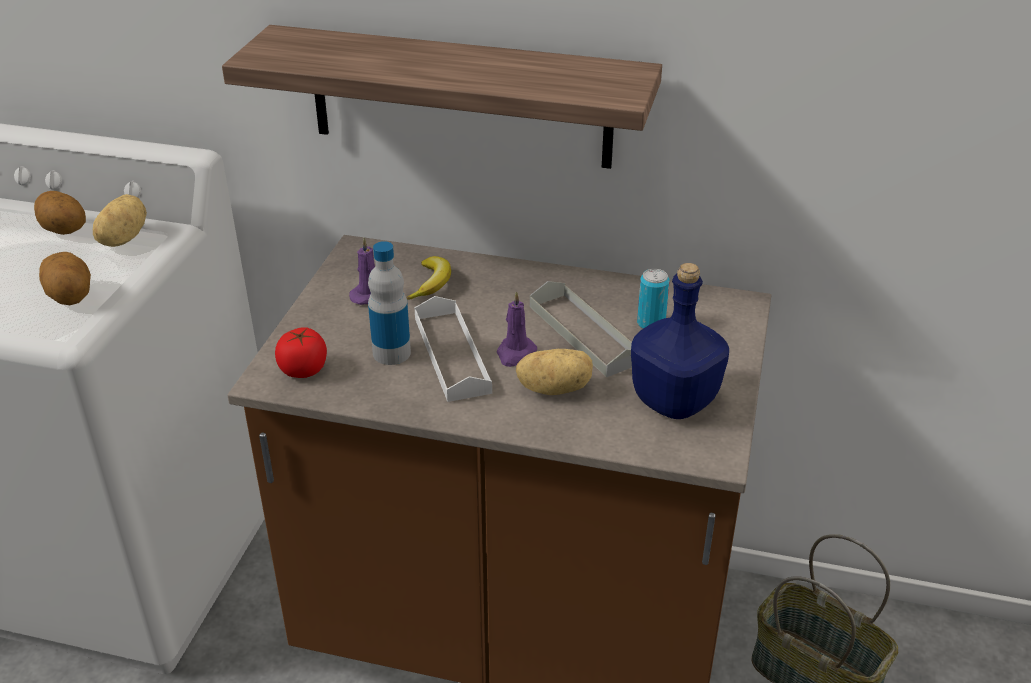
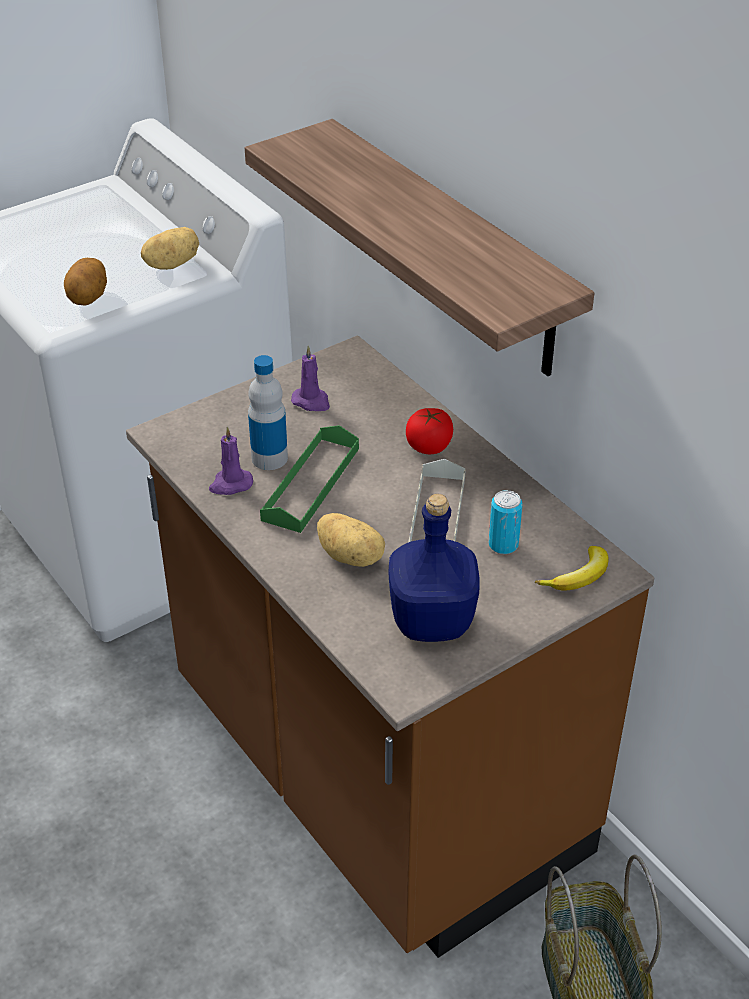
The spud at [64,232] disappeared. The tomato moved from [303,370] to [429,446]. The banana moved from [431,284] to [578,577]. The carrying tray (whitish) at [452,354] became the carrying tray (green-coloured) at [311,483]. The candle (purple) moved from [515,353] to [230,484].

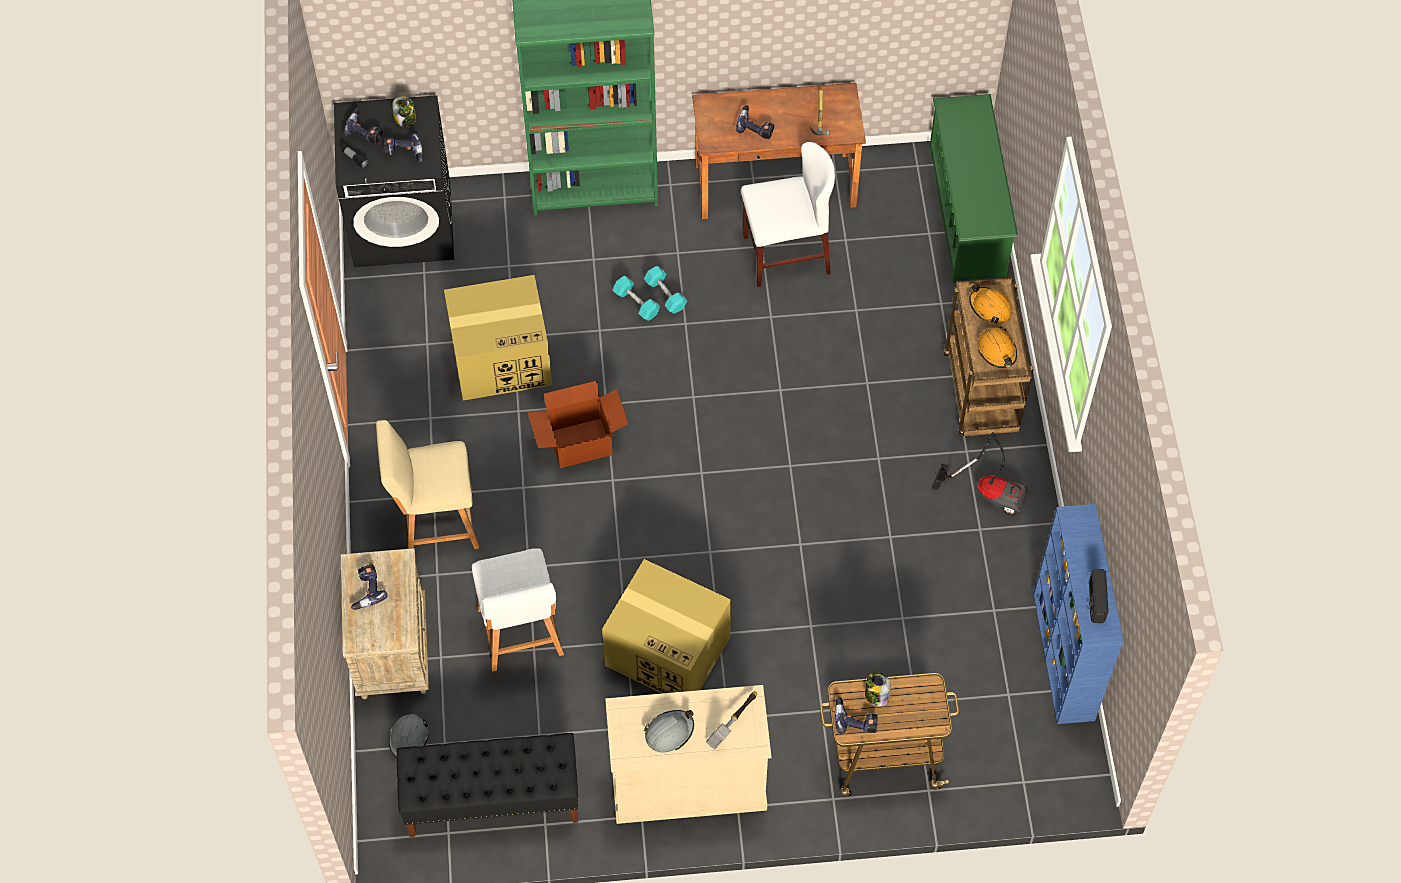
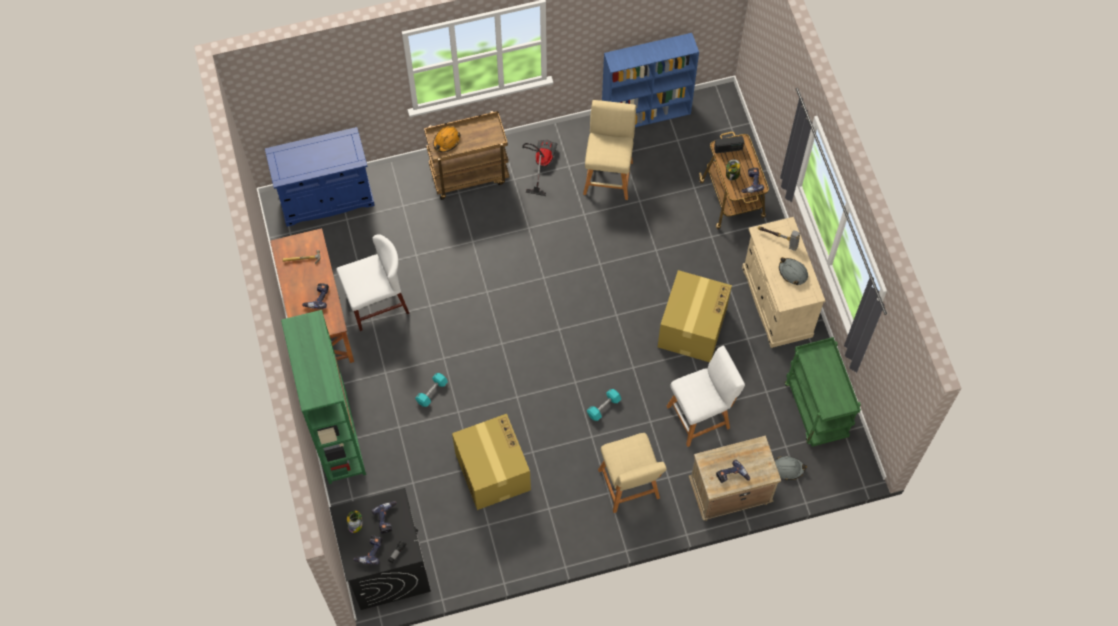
The indoor bench (black-coloured) at [491,801] was replaced by the wheeled cart (green-coloured) at [816,410]. The packing box at [580,444] disappeared. The free weight (blue-green) moved from [665,295] to [603,407]. The upright chair (whitish) at [786,254] turned 90 degrees clockwise. The shoe shelf (green-coloured) at [967,212] was replaced by the cabinet (blue) at [326,198]. The safety helmet (orange-coloured) at [997,351] disappeared. The radio moved from [1096,601] to [728,149]. The stool seat (sand-coloured) at [608,175] appeared.

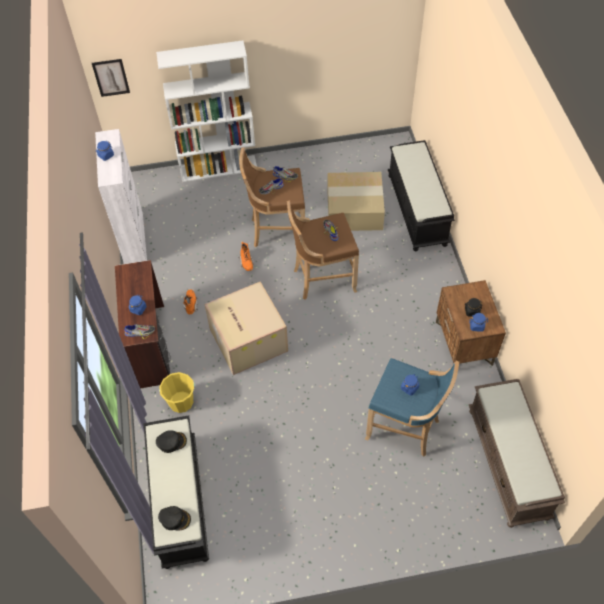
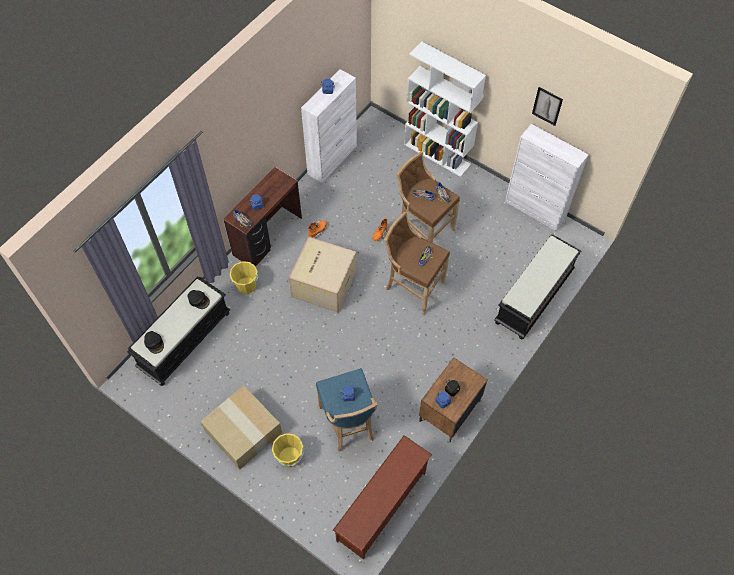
The wall picture moved from [111,77] to [547,106]. The packing box moved from [355,209] to [244,431]. The indoor bench (brown) at [509,463] was replaced by the shoe shelf (brown) at [382,507]. The water bucket (yellow) at [289,457] appeared. The cabinet (whitish) at [535,210] appeared.

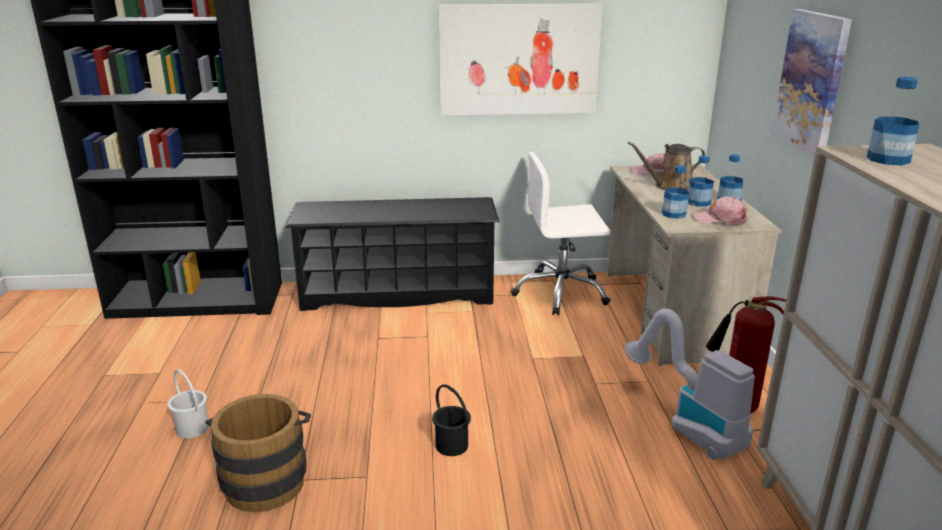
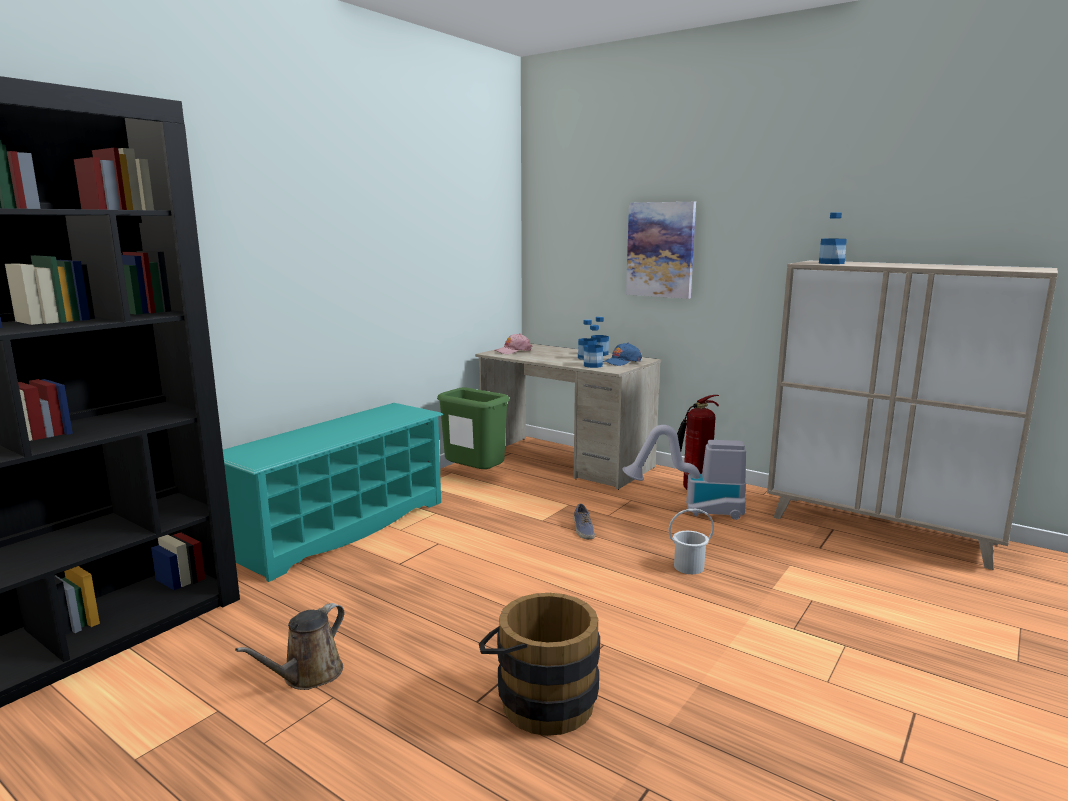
The water bucket (whitish) moved from [193,428] to [688,567]. The shoe shelf (black-coloured) at [398,293] became the shoe shelf (blue-green) at [342,528]. The water bucket (black-coloured) at [451,446] disappeared. The wall picture at [518,59] disappeared. The office chair (whitish) at [560,293] was replaced by the trash can (green-coloured) at [474,477]. The watering pot (brown) moved from [670,186] to [308,675]. The baseball cap (pink) at [719,219] became the baseball cap (blue) at [621,362]. The item of footwear at [583,530] appeared.

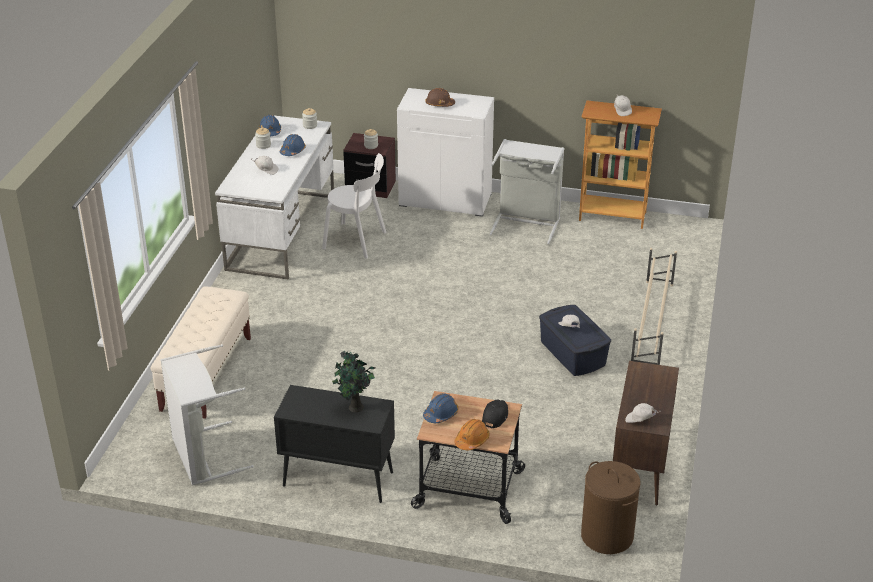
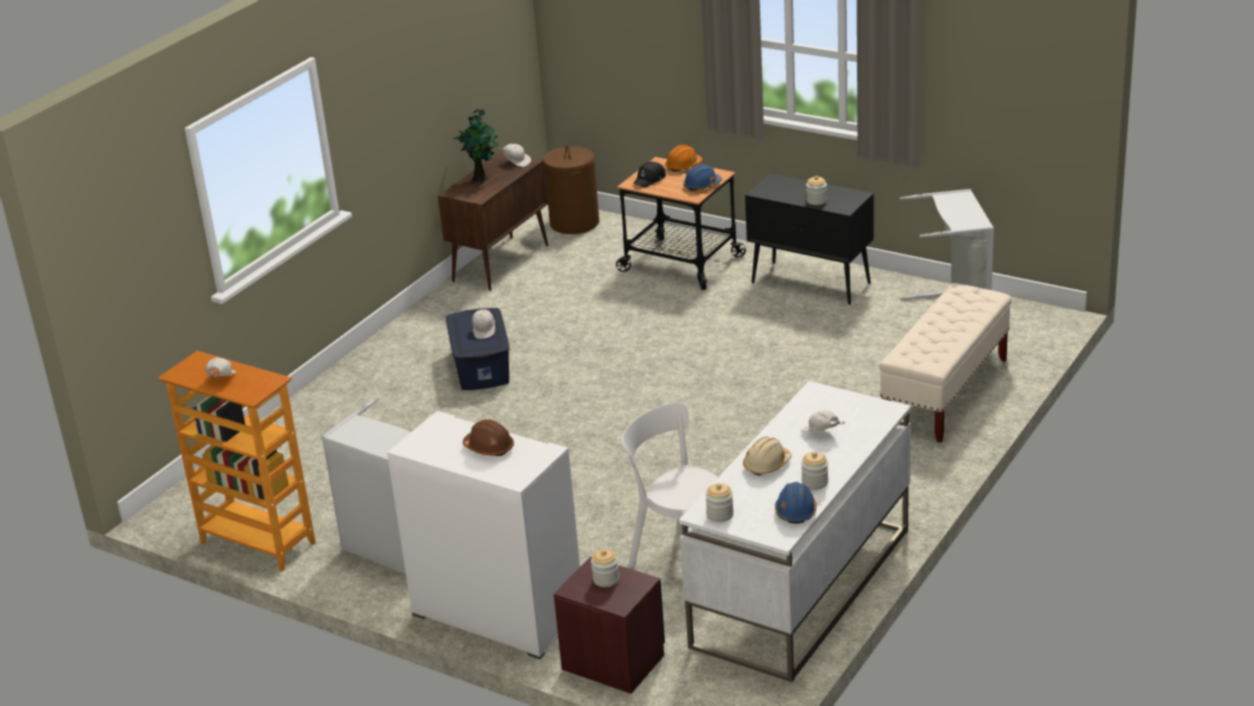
The safety helmet (blue) at [292,151] became the safety helmet (sand-coloured) at [767,465]. The plant in a pot moved from [355,408] to [481,178]. The shoe shelf (sand-coloured) at [652,323] disappeared. The jar at [816,201] appeared.

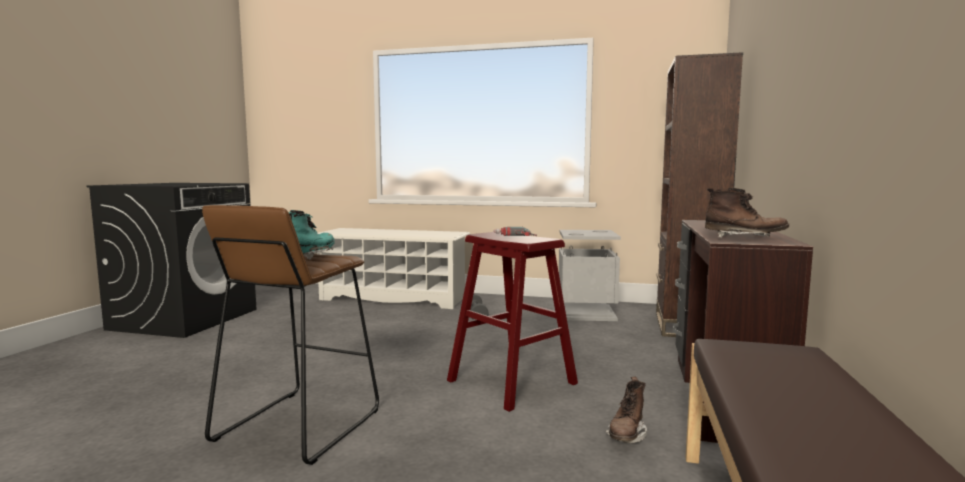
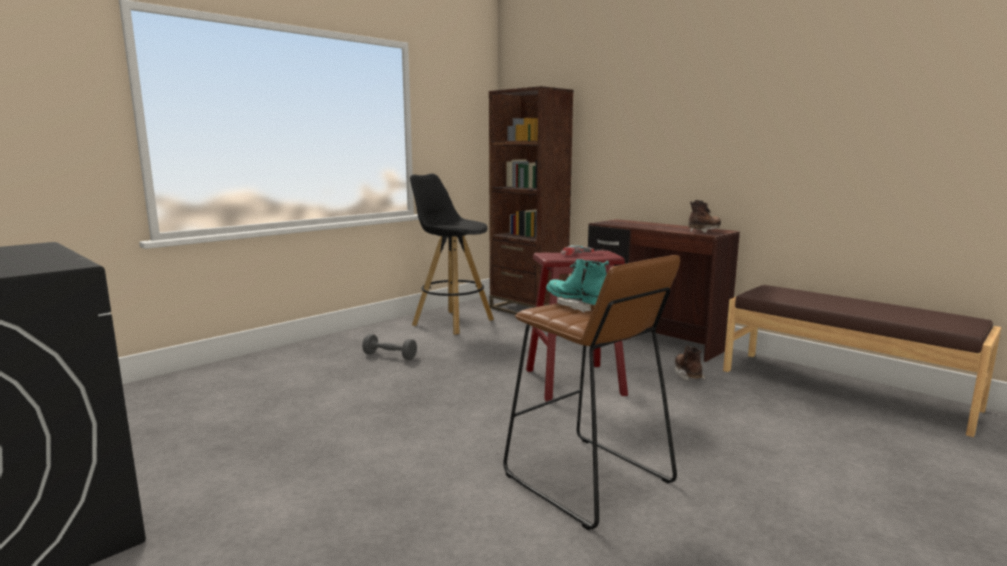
The shoe shelf (whitish) at [394,298] disappeared. The trash can (greyish) at [586,313] was replaced by the stool seat (black-coloured) at [452,322]. The boot (brown) at [626,435] turned 150 degrees counterclockwise.

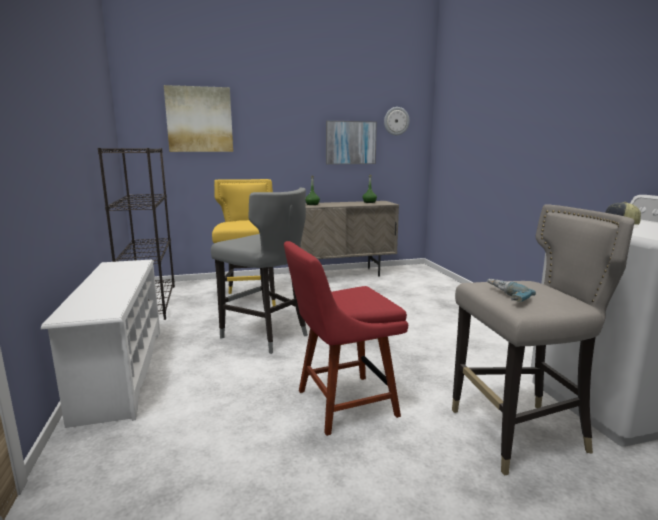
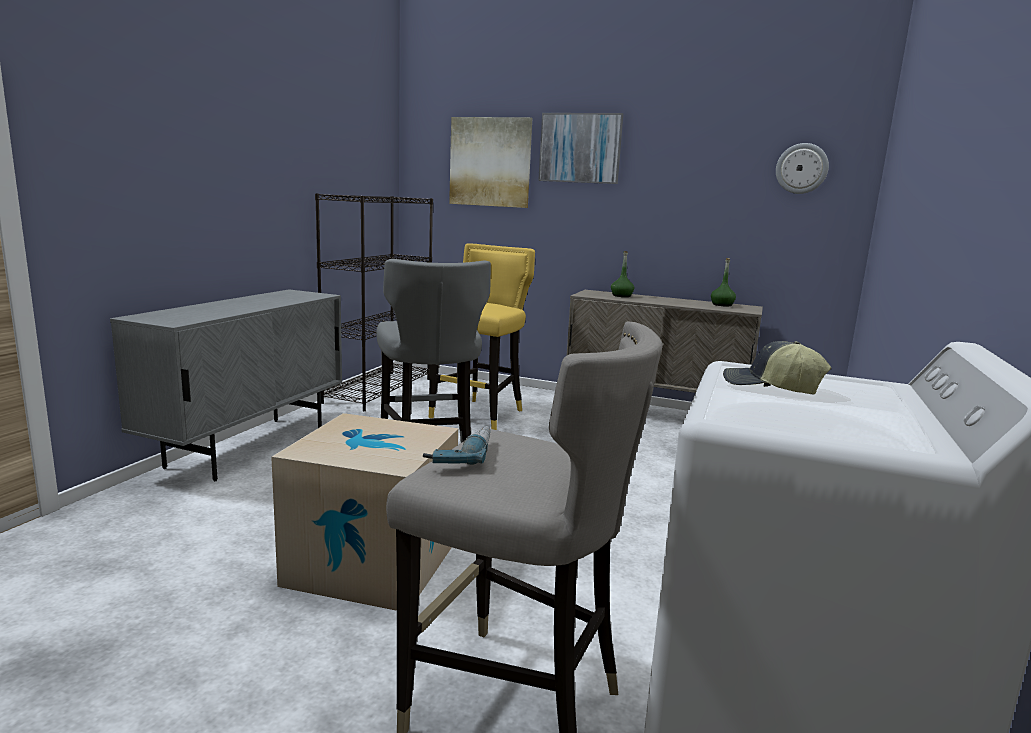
The shoe shelf (whitish) at [120,370] was replaced by the cabinet (greyish) at [249,447]. The upright chair (red) at [341,404] was replaced by the packing box at [372,563]. The wall picture moved from [350,142] to [580,148].

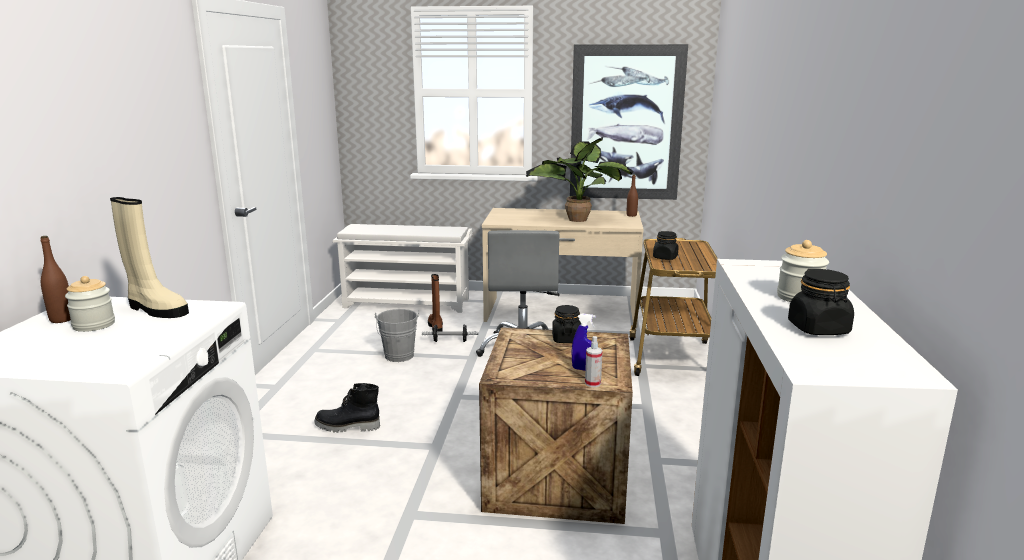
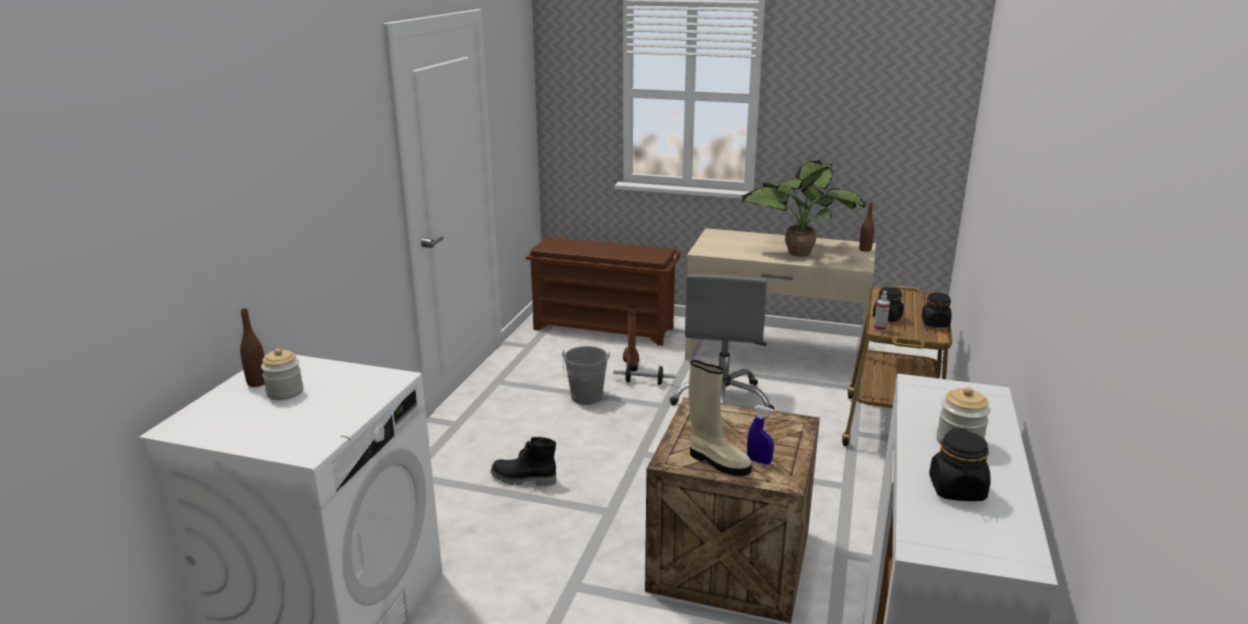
The boot (sand-coloured) moved from [156,310] to [717,461]. The shoe shelf (whitish) at [408,303] became the shoe shelf (brown) at [605,328]. The jar (black-coloured) moved from [566,339] to [935,323]. The wall picture at [626,123] disappeared. The hand sprayer moved from [592,383] to [880,328].

